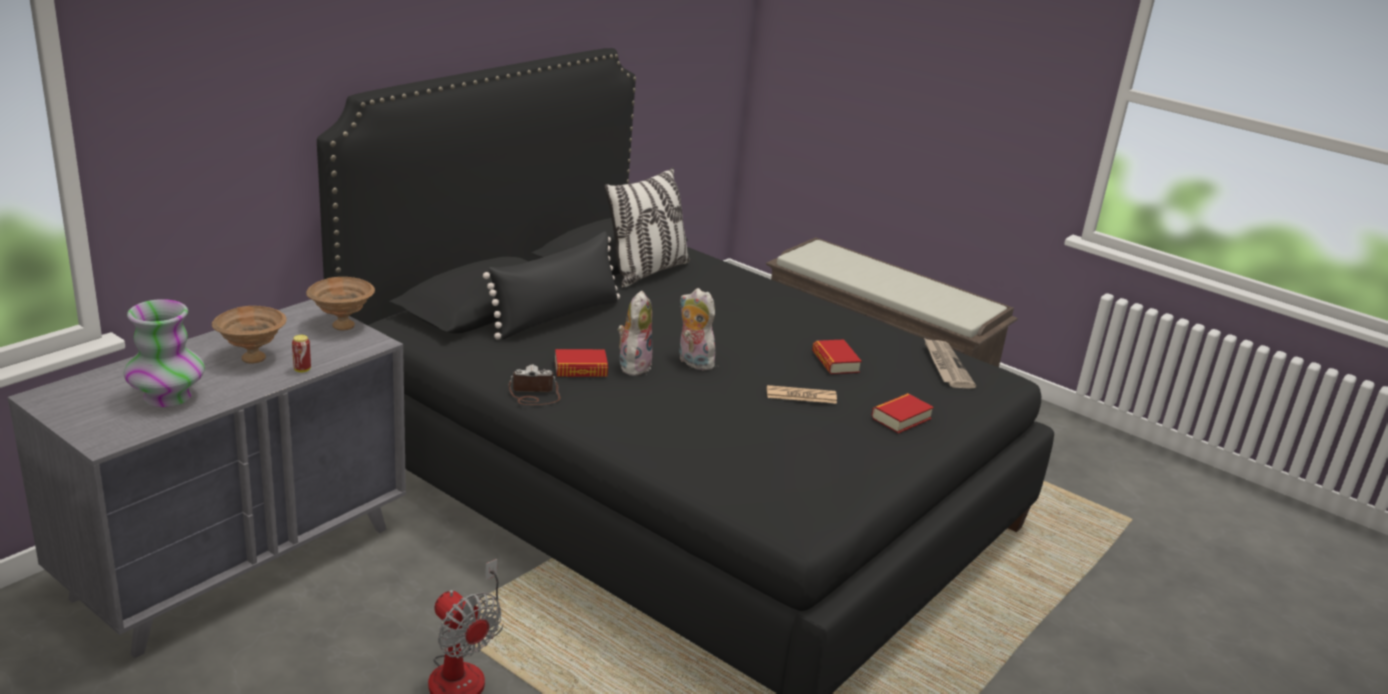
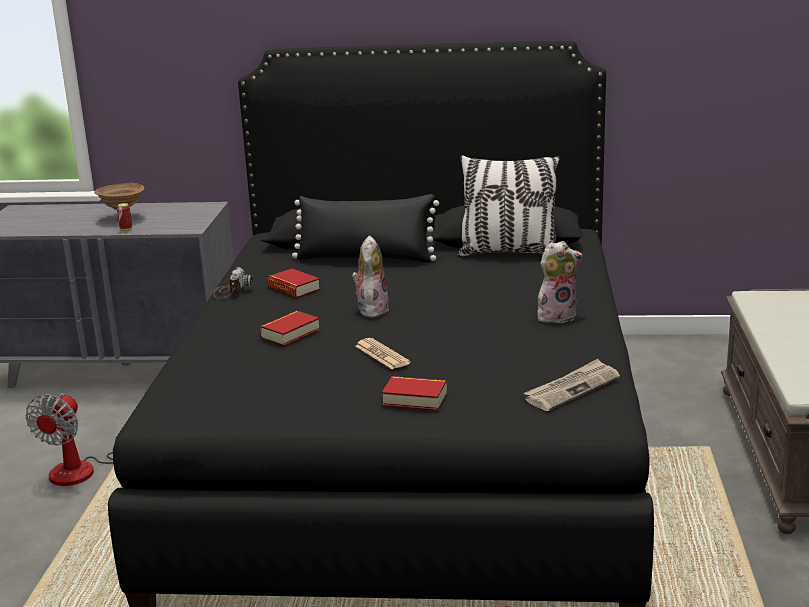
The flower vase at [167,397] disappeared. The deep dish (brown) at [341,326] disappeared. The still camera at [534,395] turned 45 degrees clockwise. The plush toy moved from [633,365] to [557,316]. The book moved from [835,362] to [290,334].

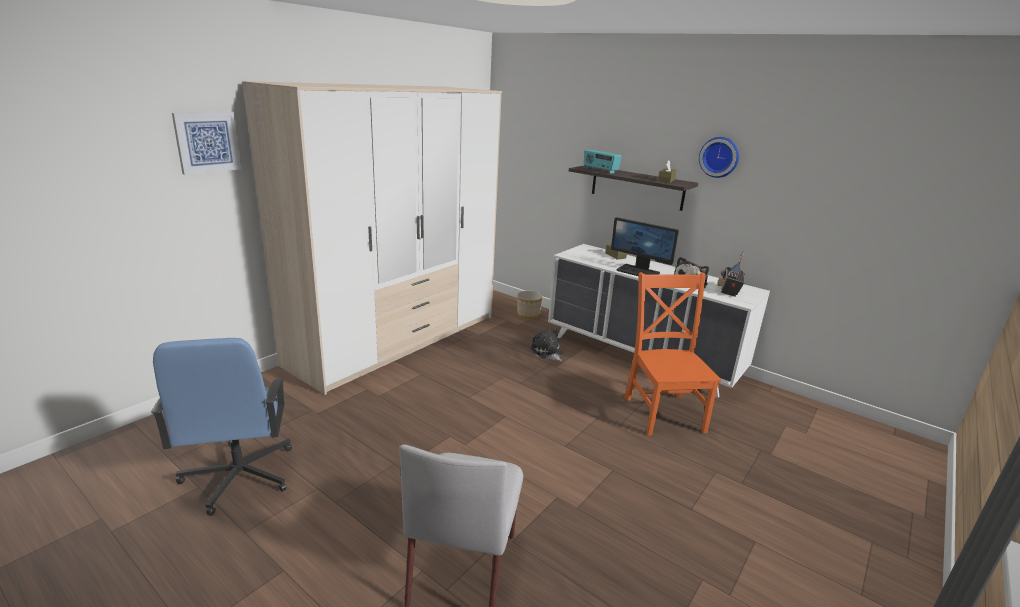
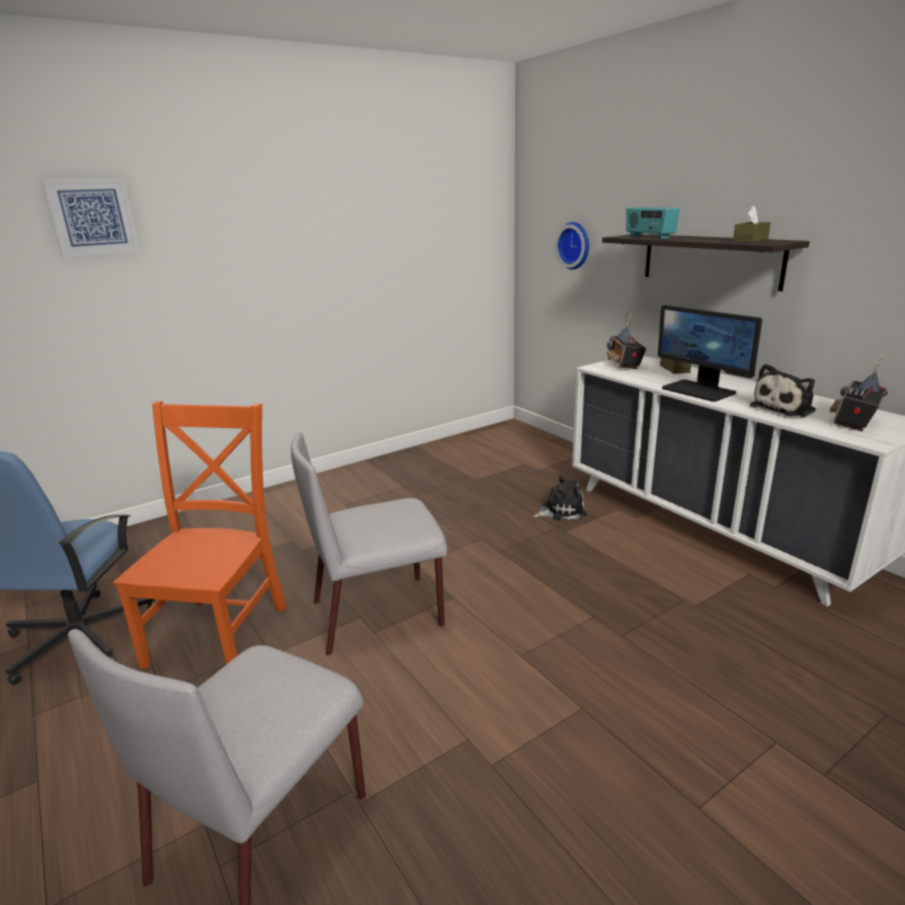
The clothes cupboard at [397,340] disappeared. The plant pot at [528,315] disappeared. The plush toy at [547,352] turned 90 degrees clockwise. The upright chair (orange-coloured) moved from [663,412] to [221,631]. The wall clock moved from [719,157] to [575,245]. The upright chair (greyish) at [379,613] appeared. The radio at [624,364] appeared.

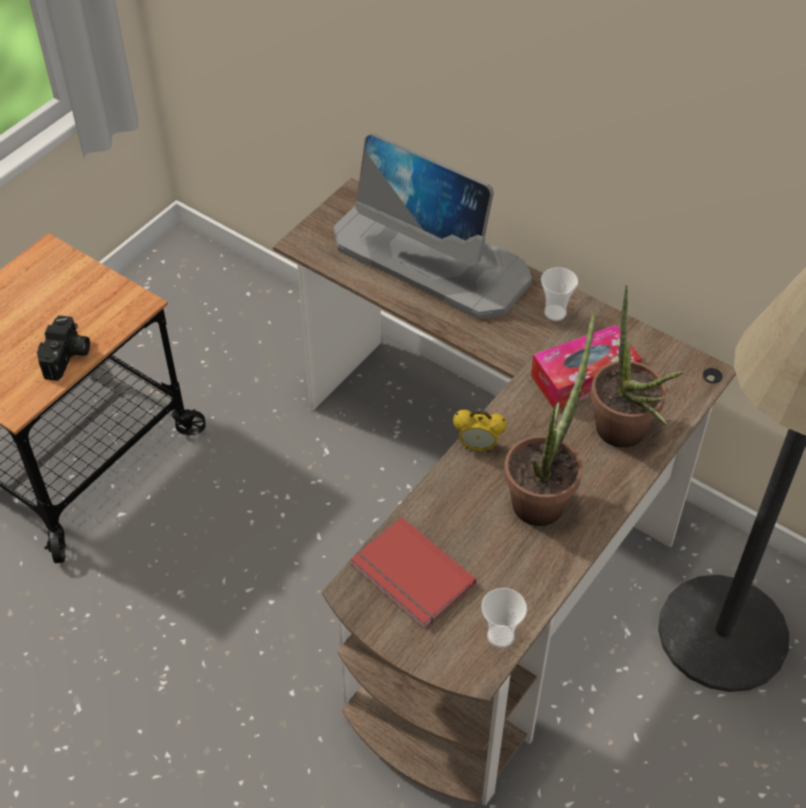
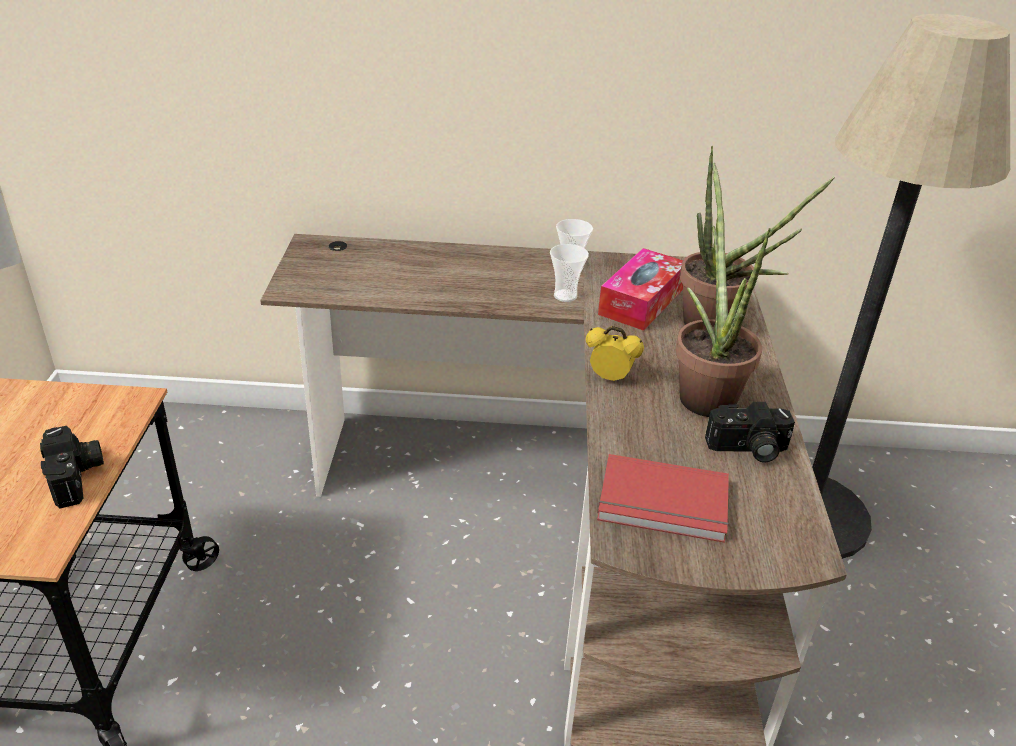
The computer display at [432,258] disappeared. The bedside clock at [478,446] turned 135 degrees counterclockwise. The drinking cup moved from [500,636] to [565,296]. The still camera at [747,449] appeared.

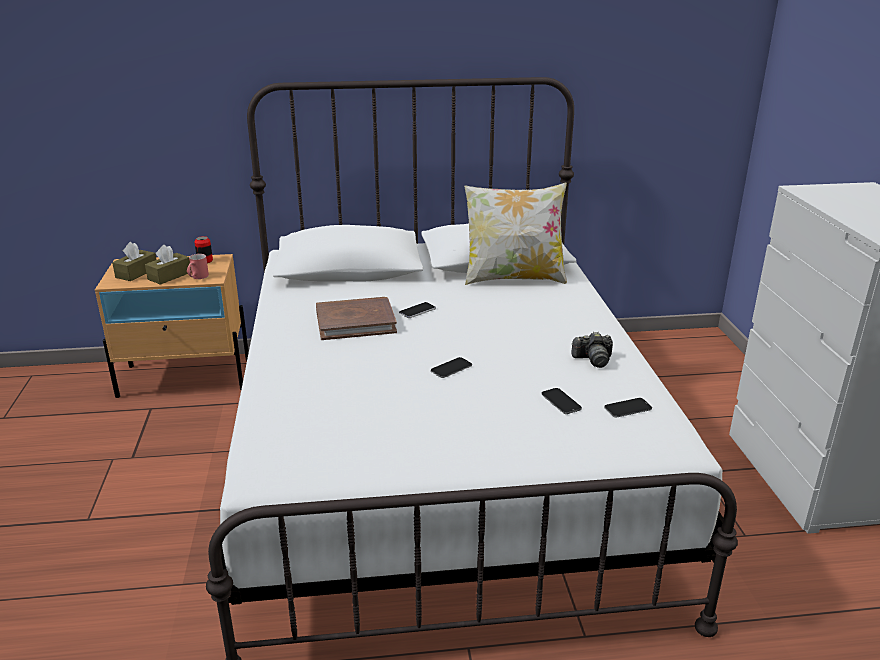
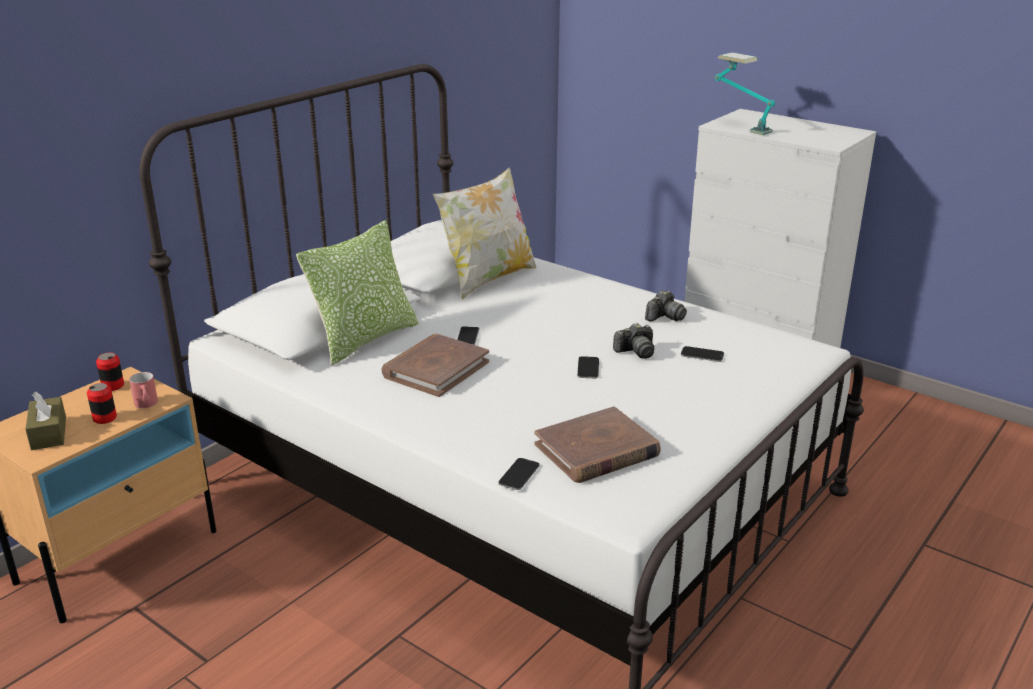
The tissue holder (brown) at [170,276] was replaced by the metal can at [105,418]. The phone moved from [628,408] to [519,475]. The throw pillow at [365,339] appeared. The book (brown) at [596,450] appeared. The still camera at [636,352] appeared. The table lamp at [739,127] appeared.

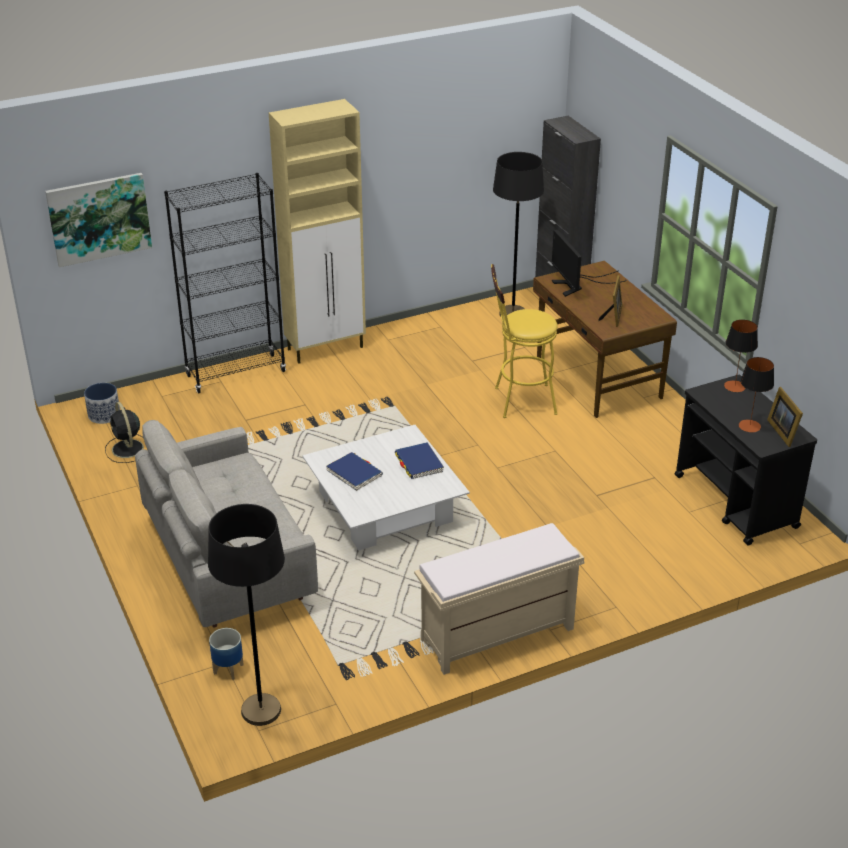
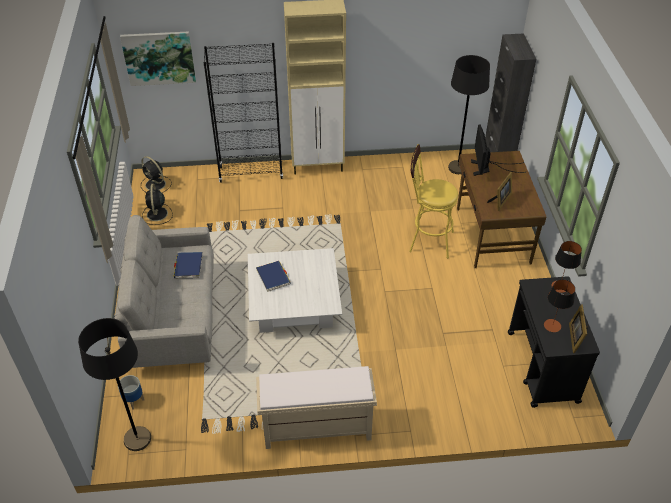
The plant pot at [104,415] was replaced by the electric fan (black-coloured) at [156,185]. The book (blue) moved from [419,463] to [188,266].

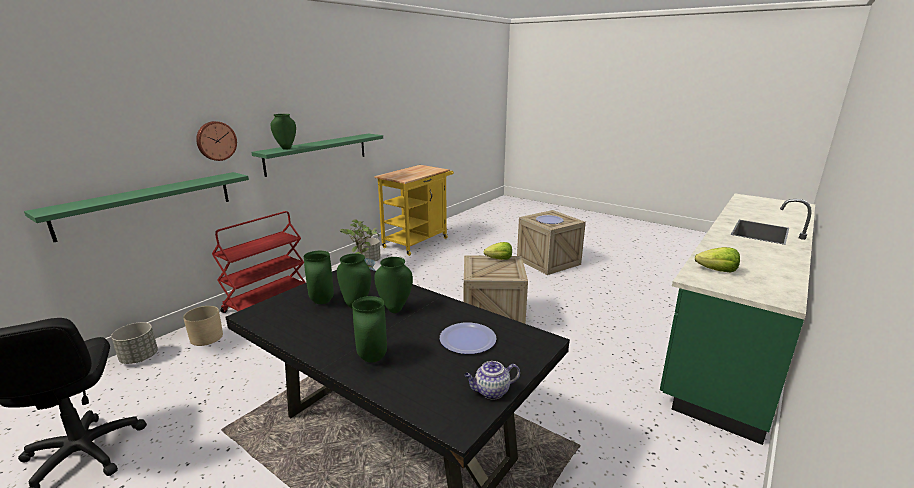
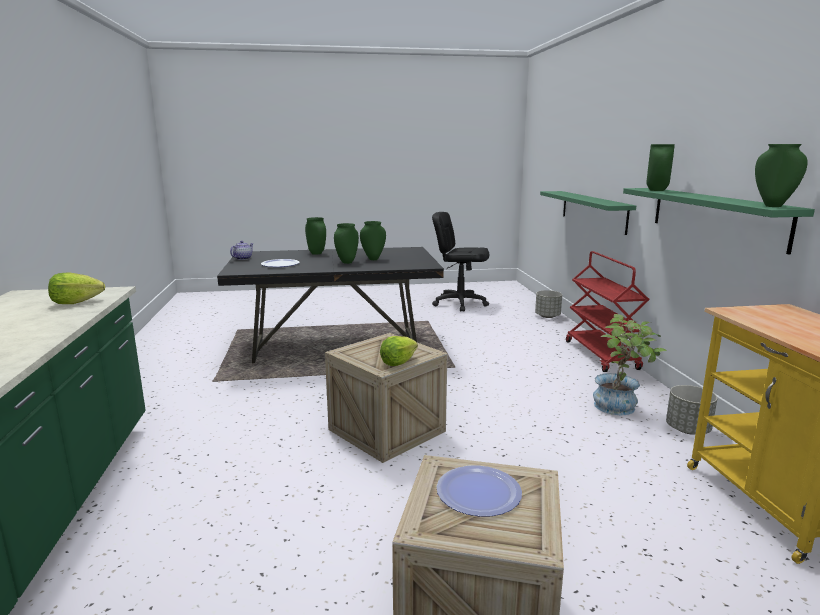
The plant pot (sand-coloured) at [206,337] disappeared. The wall clock at [216,141] disappeared. The flower vase (green-coloured) moved from [322,301] to [773,206].

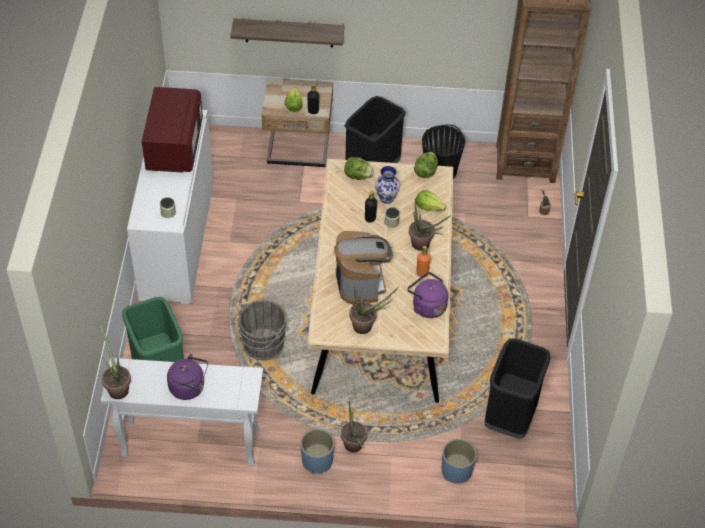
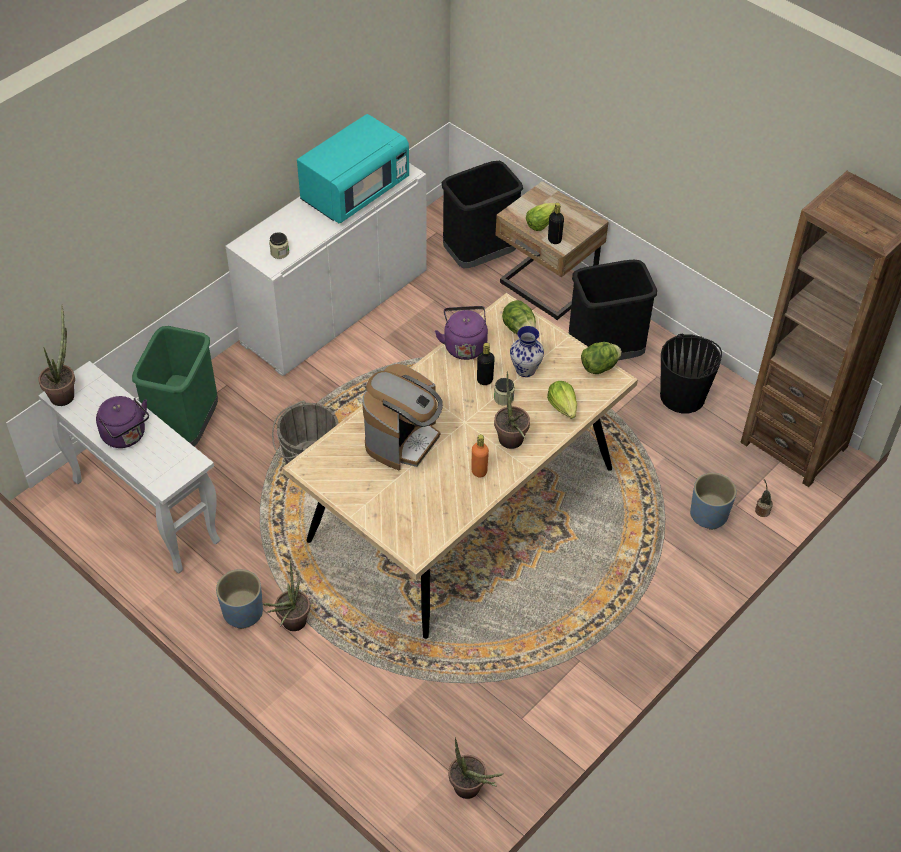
The kitchen microwave (red) at [174,146] became the kitchen microwave (blue-green) at [354,192]. The wall shelf at [289,32] disappeared. The plant in a pot moved from [367,327] to [471,791]. The kettle (purple) moved from [427,306] to [464,345]. The plant pot (blue) moved from [457,470] to [709,514]. The trash can (black-coloured) moved from [510,417] to [479,256].

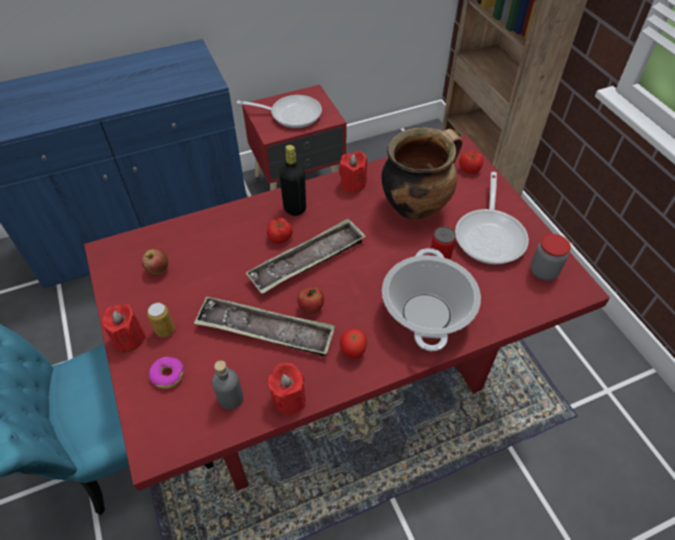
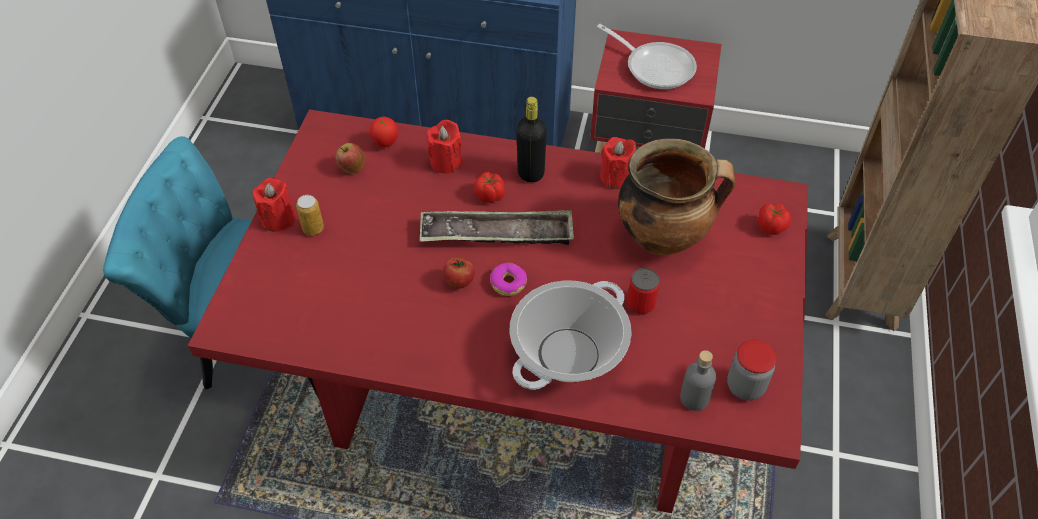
The donut moved from [168,375] to [508,283]. The carrying tray at [265,331] disappeared. The bottle (greyish) moved from [230,398] to [694,398]. The candle (red) moved from [288,399] to [446,162]. The tomato moved from [352,352] to [385,143]. The frying pan at [490,235] disappeared.

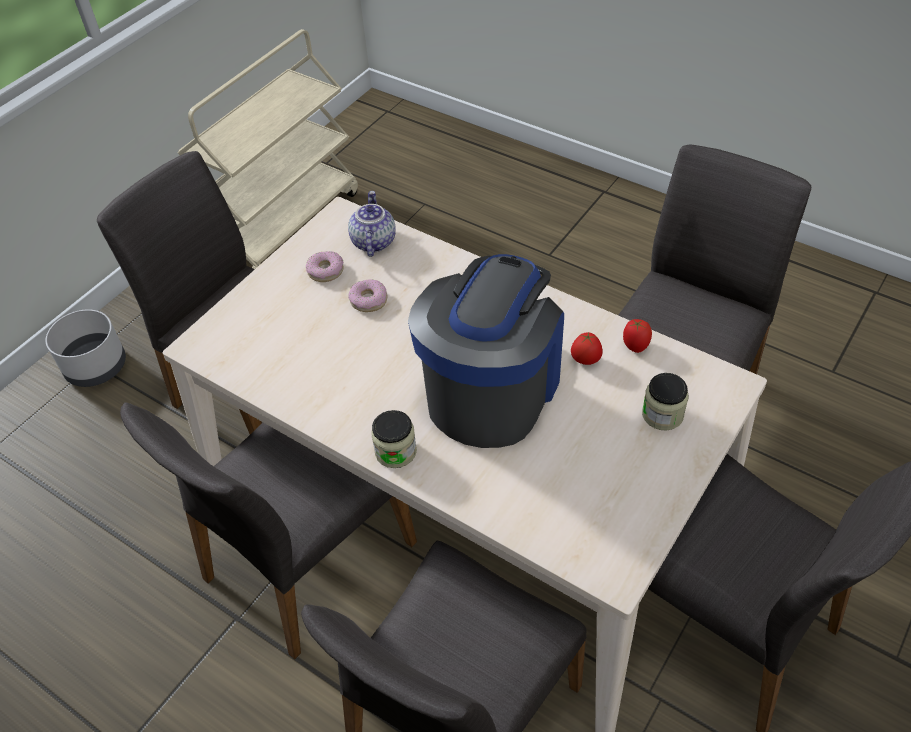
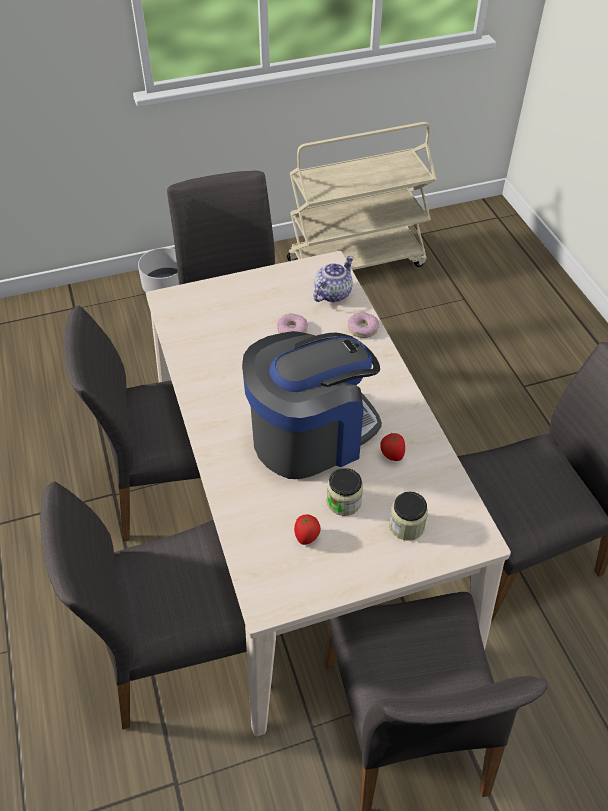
The donut moved from [325,271] to [362,328]. The jar moved from [395,451] to [344,502]. The tomato moved from [635,346] to [307,537].

